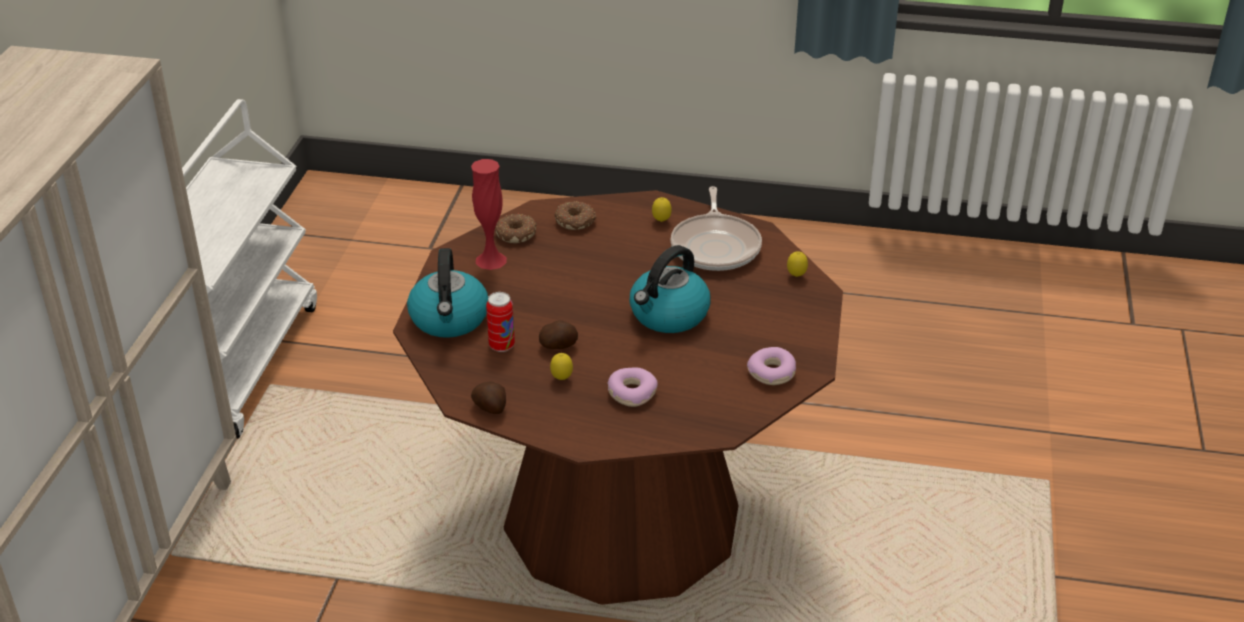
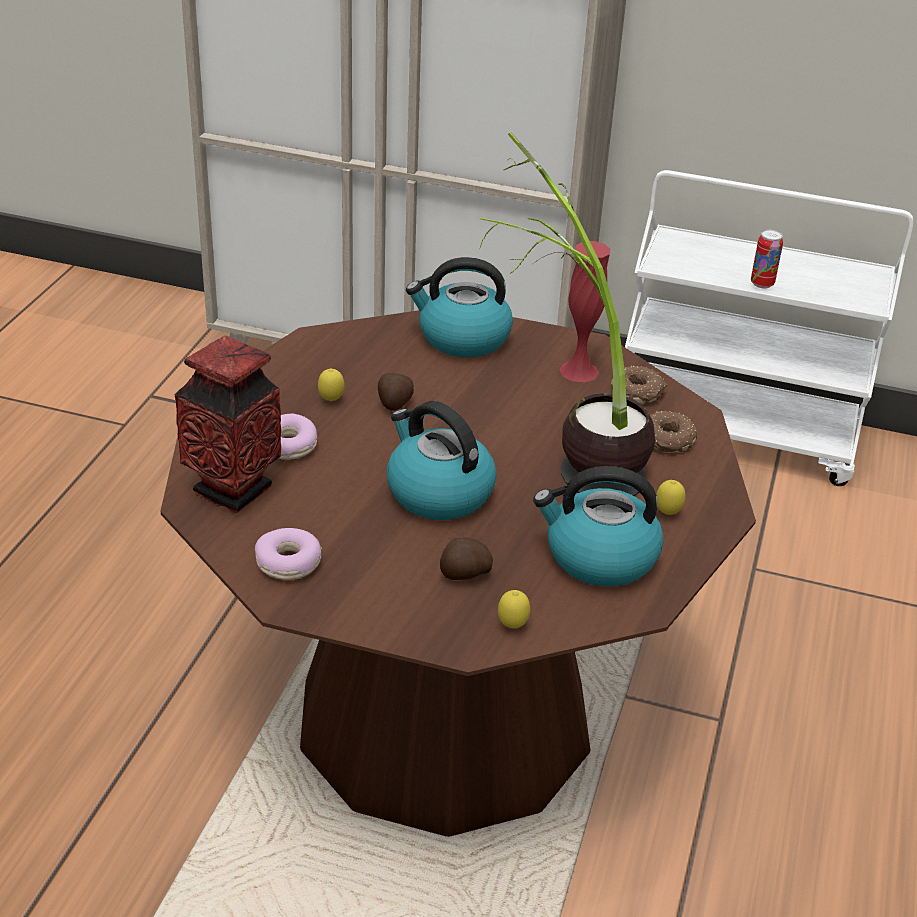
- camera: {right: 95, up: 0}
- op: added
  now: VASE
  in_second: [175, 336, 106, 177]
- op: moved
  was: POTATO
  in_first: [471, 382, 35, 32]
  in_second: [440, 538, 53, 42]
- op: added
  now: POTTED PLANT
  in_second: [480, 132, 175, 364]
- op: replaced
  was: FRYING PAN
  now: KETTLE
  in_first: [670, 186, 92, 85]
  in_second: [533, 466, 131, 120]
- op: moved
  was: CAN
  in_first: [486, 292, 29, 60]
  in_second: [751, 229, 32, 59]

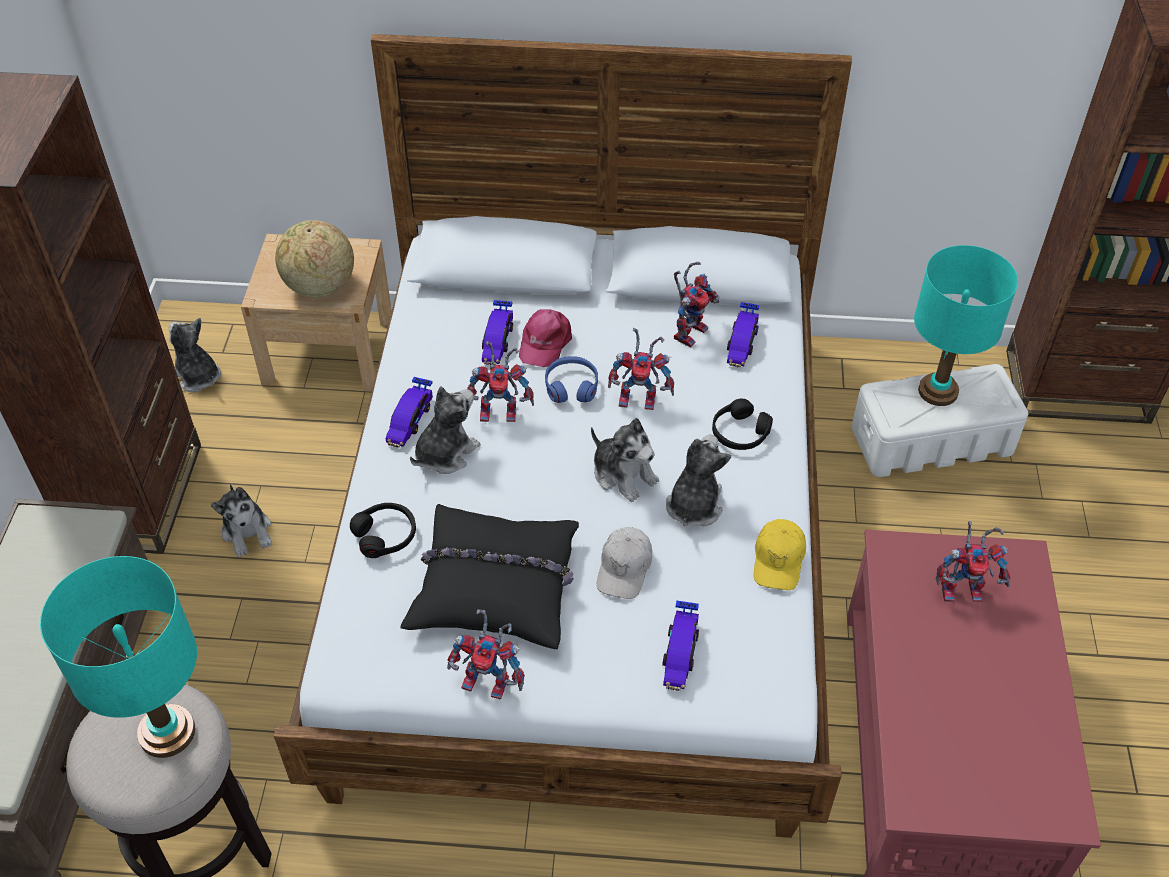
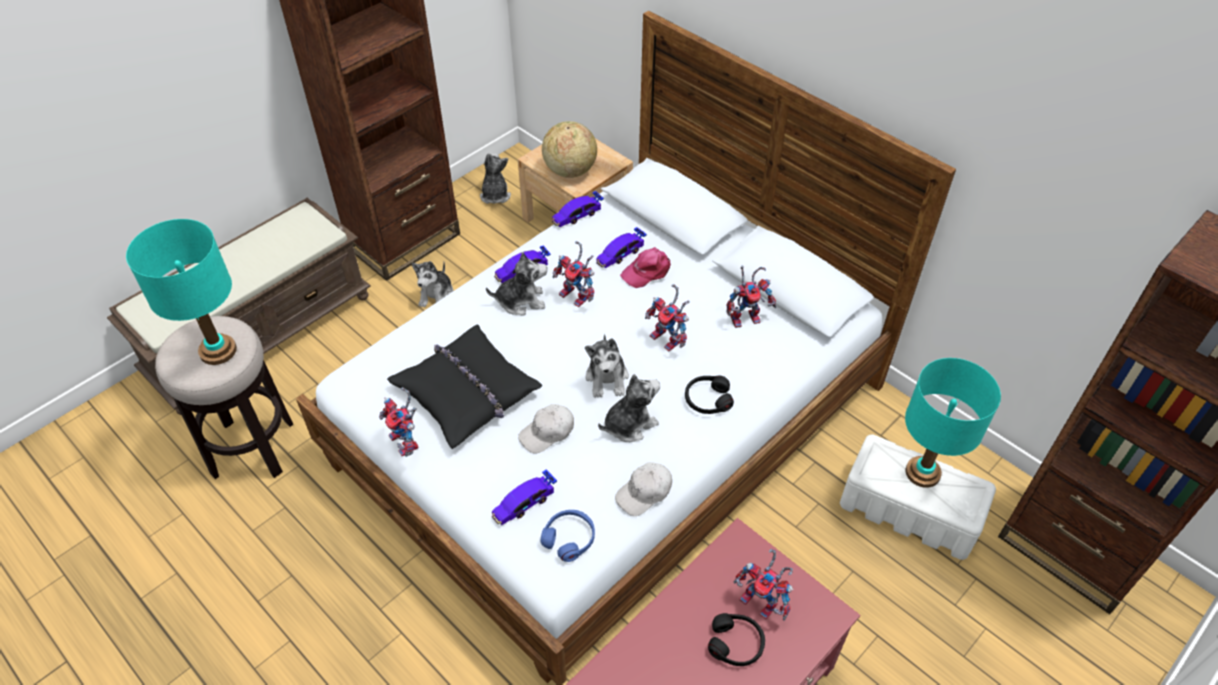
- camera: {right: 40, up: 0}
- op: moved
  was: BLUE HEADPHONES
  in_first: [545, 356, 53, 47]
  in_second: [540, 510, 55, 52]
- op: moved
  was: TOY CAR
  in_first: [727, 302, 32, 66]
  in_second: [552, 191, 52, 36]
- op: recoloured
  was: YELLOW CAP
  now: WHITE CAP
  in_first: [754, 519, 52, 71]
  in_second: [615, 462, 57, 54]
- op: moved
  was: BLACK HEADPHONES
  in_first: [350, 503, 66, 55]
  in_second: [708, 613, 57, 53]

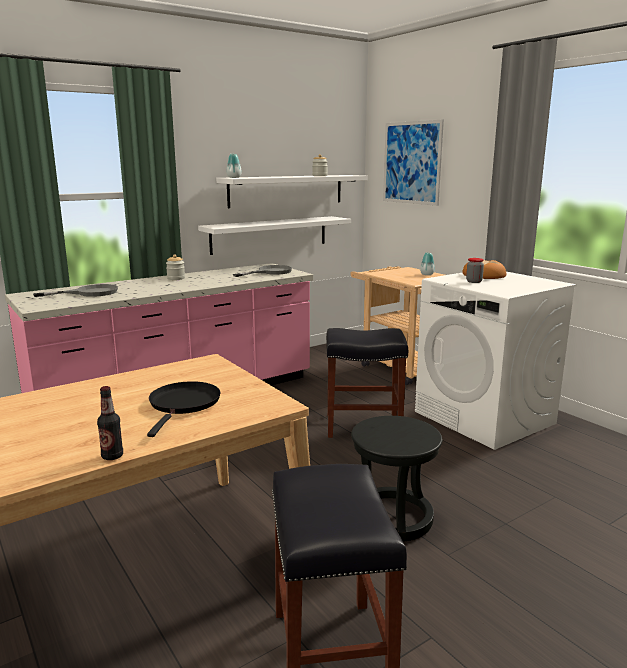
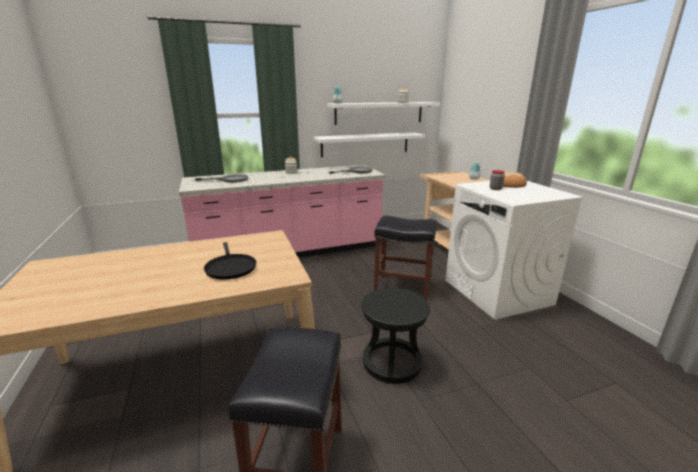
- camera: {right: 15, up: 5}
- op: turned
  was: BLACK FRYING PAN
  in_first: [147, 381, 73, 56]
  in_second: [204, 242, 52, 37]
  clockwise: 135
- op: removed
  was: BOTTLE
  in_first: [97, 386, 26, 74]
- op: removed
  was: PICTURE
  in_first: [383, 119, 61, 87]

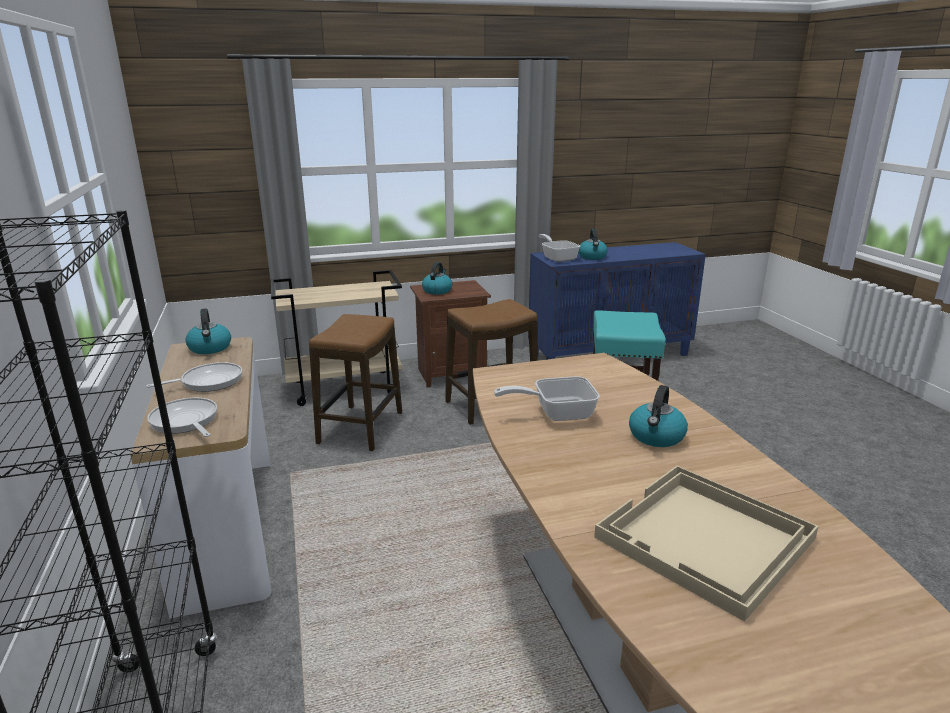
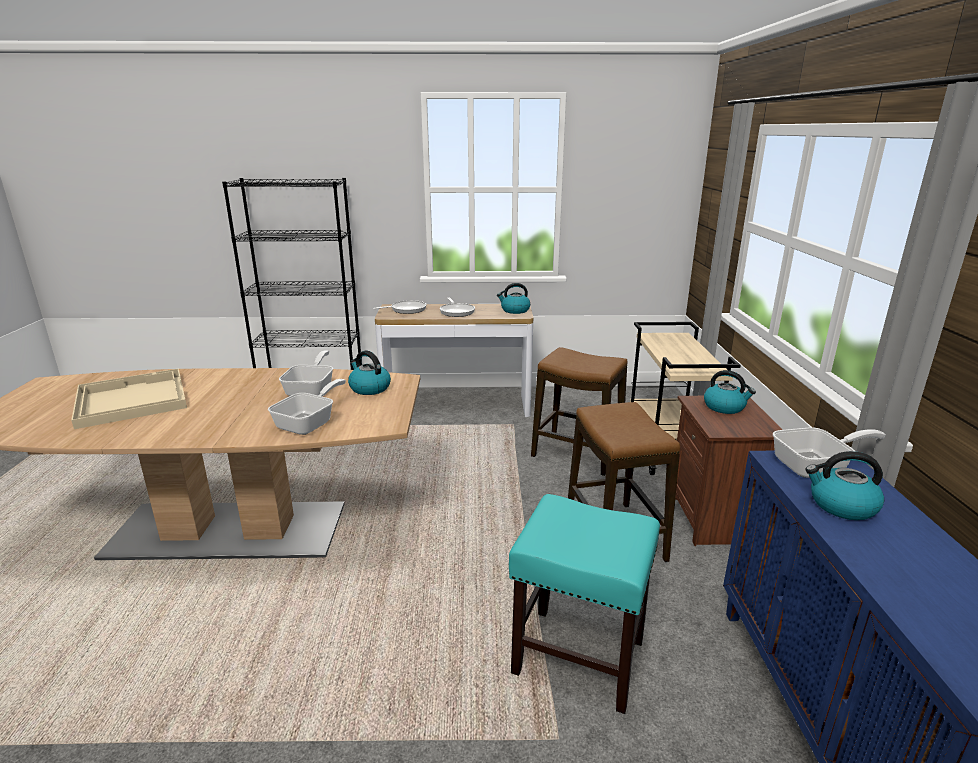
- camera: {right: 105, up: 0}
- op: added
  now: FRYING PAN
  in_second: [268, 379, 78, 56]
- op: moved
  was: KETTLE
  in_first: [629, 385, 59, 62]
  in_second: [348, 351, 43, 44]

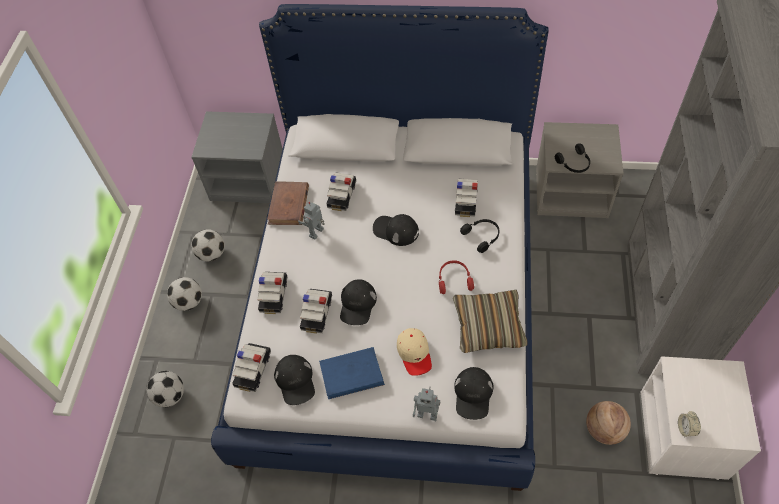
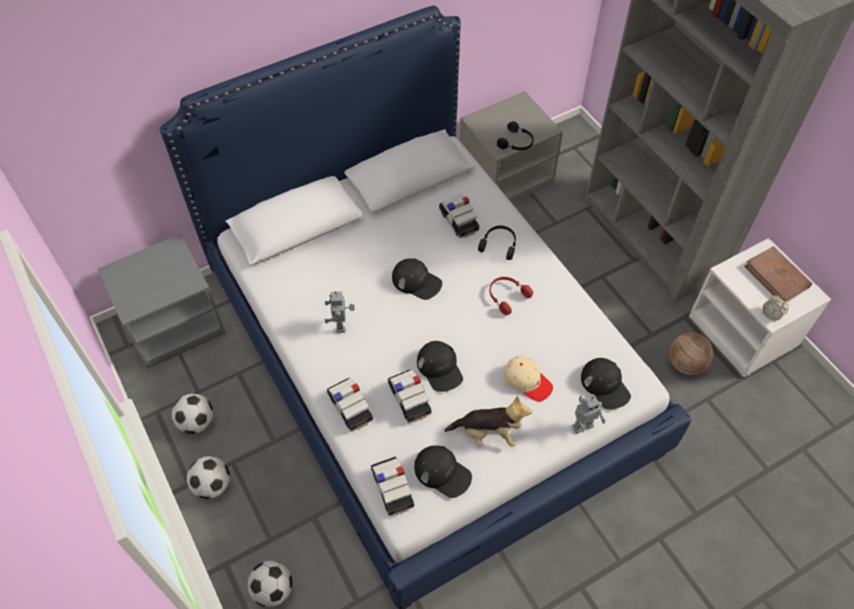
- camera: {right: -40, up: 0}
- op: turned
  was: BLACK CAP
  in_first: [373, 214, 46, 32]
  in_second: [392, 258, 50, 42]
  clockwise: -135
- op: replaced
  was: BLUE BOOK
  now: PLUSH TOY
  in_first: [319, 347, 66, 52]
  in_second: [444, 396, 88, 51]
- op: moved
  was: BROWN BOOK
  in_first: [267, 181, 42, 44]
  in_second: [744, 246, 68, 56]
- op: removed
  was: TOY CAR
  in_first: [326, 173, 30, 38]
- op: removed
  was: PILLOW
  in_first: [453, 290, 75, 63]

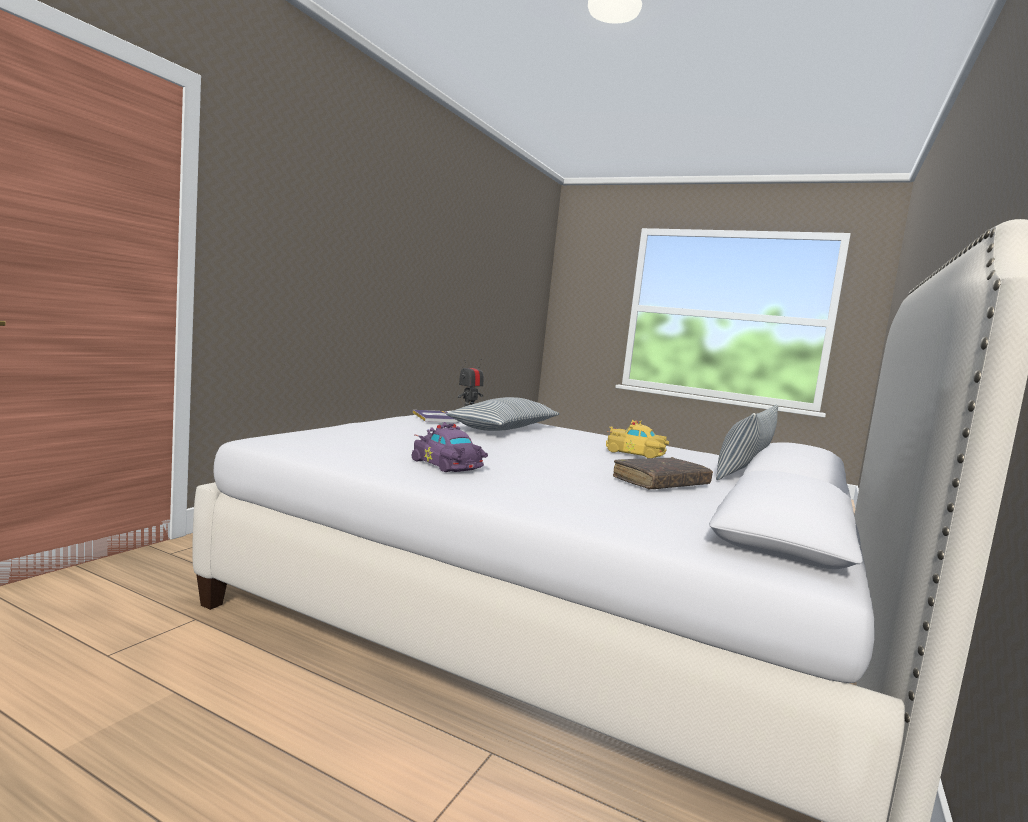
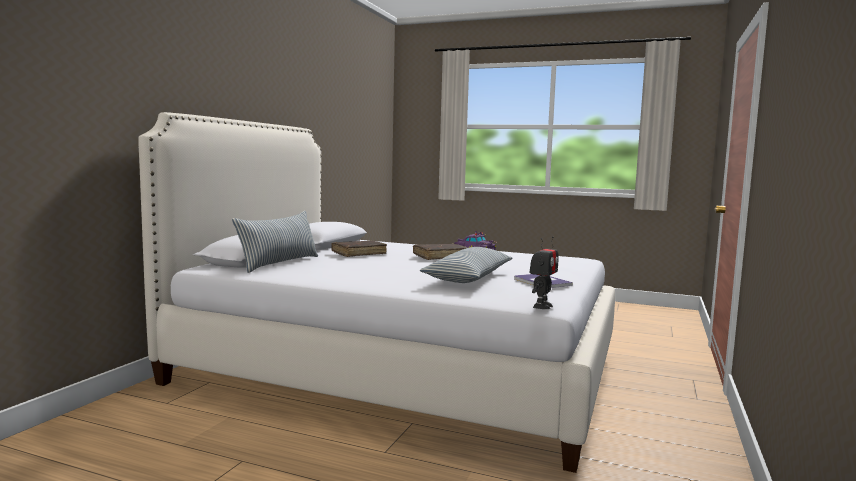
- camera: {right: 175, up: 0}
- op: added
  now: BROWN BOOK
  in_second: [413, 244, 55, 16]
- op: removed
  was: YELLOW TOY CAR
  in_first: [606, 420, 63, 38]

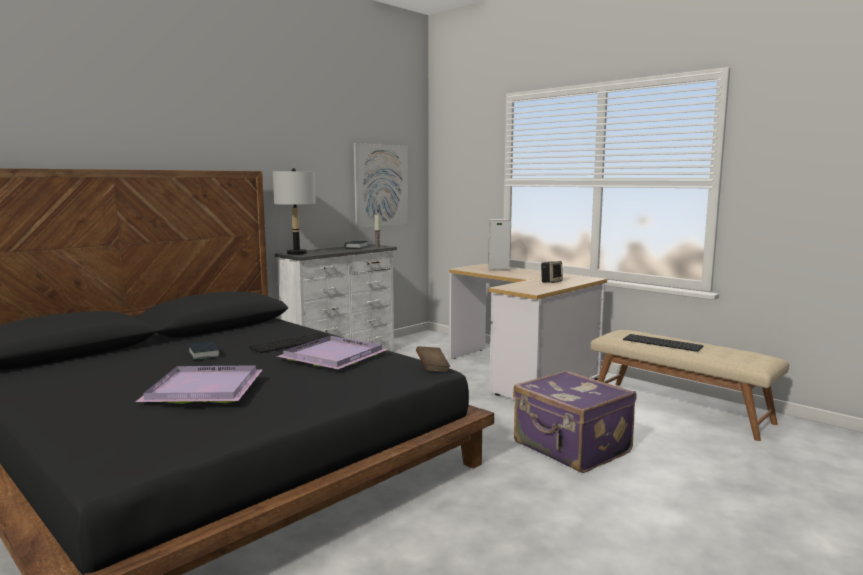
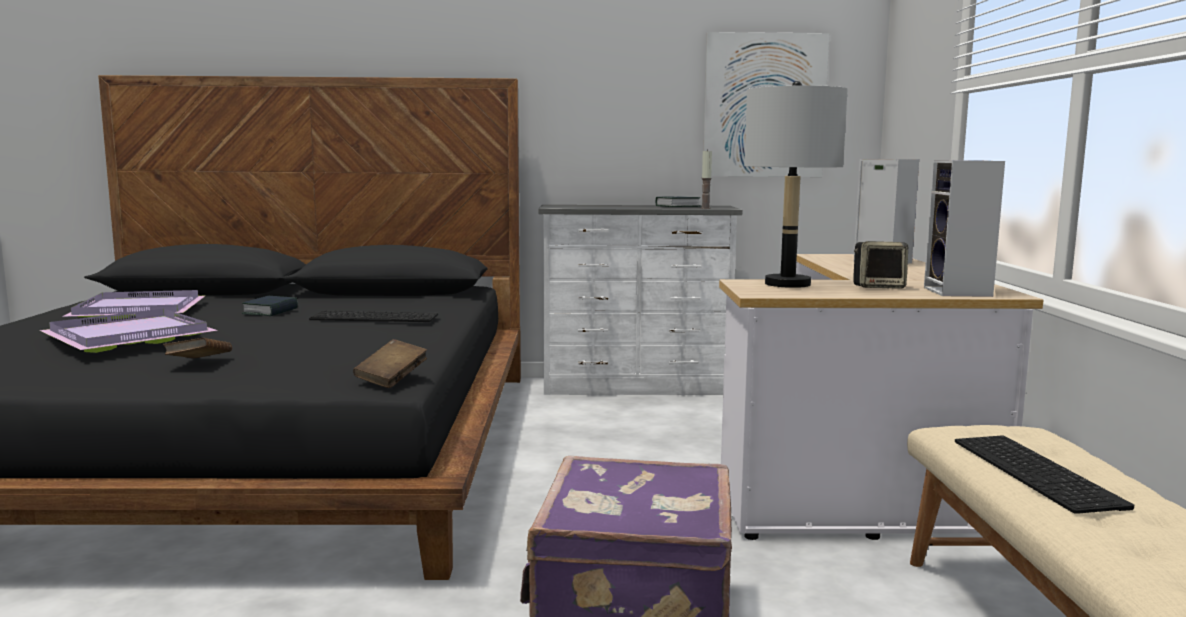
- camera: {right: 45, up: 0}
- op: moved
  was: PURPLE TRAY
  in_first: [277, 336, 111, 33]
  in_second: [62, 290, 143, 29]
- op: added
  now: BROWN BOOK
  in_second: [163, 338, 69, 20]
- op: moved
  was: GREY TABLE LAMP
  in_first: [273, 168, 43, 87]
  in_second: [744, 81, 104, 207]
- op: added
  now: SPEAKER
  in_second: [924, 160, 81, 137]

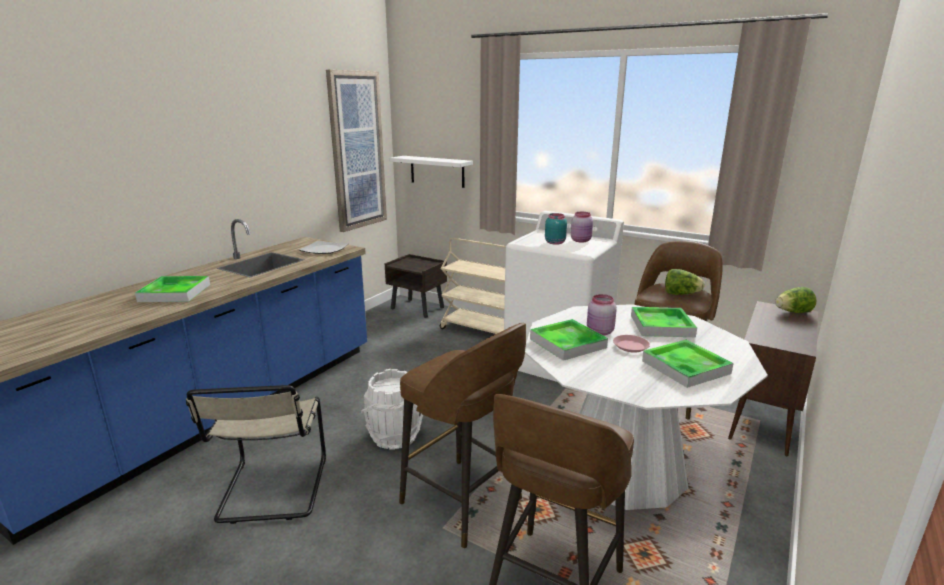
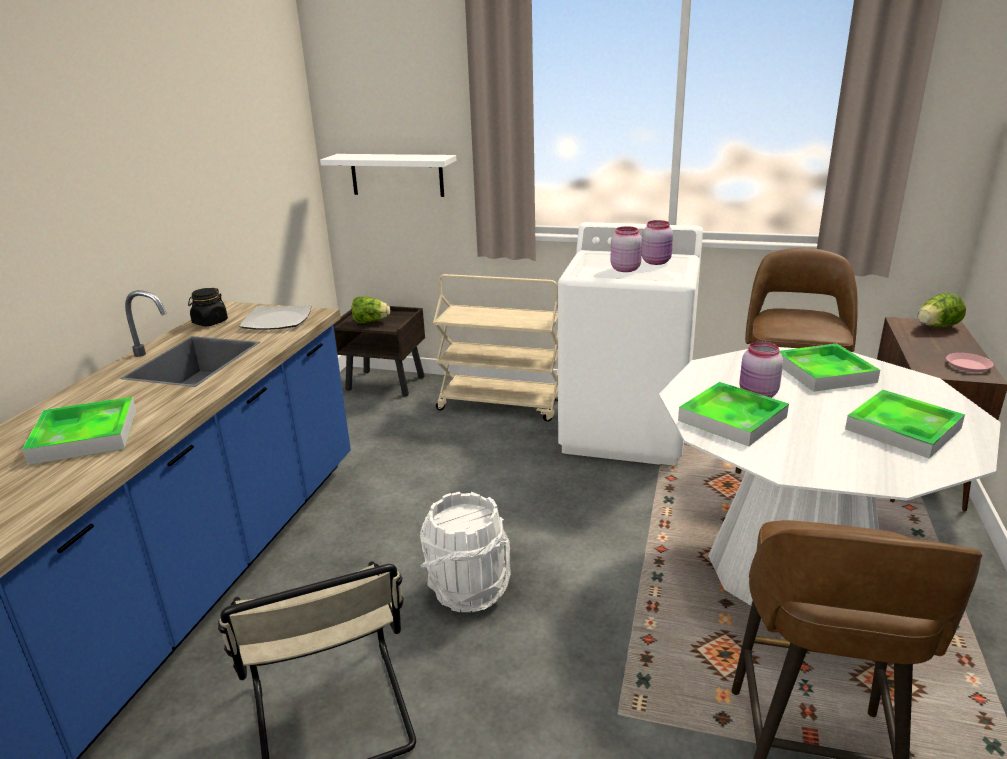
- camera: {right: -15, up: 5}
- op: added
  now: BLACK JAR
  in_second: [188, 288, 40, 38]
- op: moved
  was: LETTUCE
  in_first: [665, 269, 40, 26]
  in_second: [352, 296, 38, 27]
- op: recoloured
  was: TURQUOISE JAR
  now: PINK JAR
  in_first: [545, 213, 22, 32]
  in_second: [610, 226, 32, 46]
- op: moved
  was: PINK PLATE
  in_first: [613, 335, 37, 17]
  in_second: [946, 353, 48, 19]
- op: removed
  was: PICTURE
  in_first: [326, 70, 61, 162]
- op: removed
  was: BROWN STOOL
  in_first: [399, 323, 127, 225]

